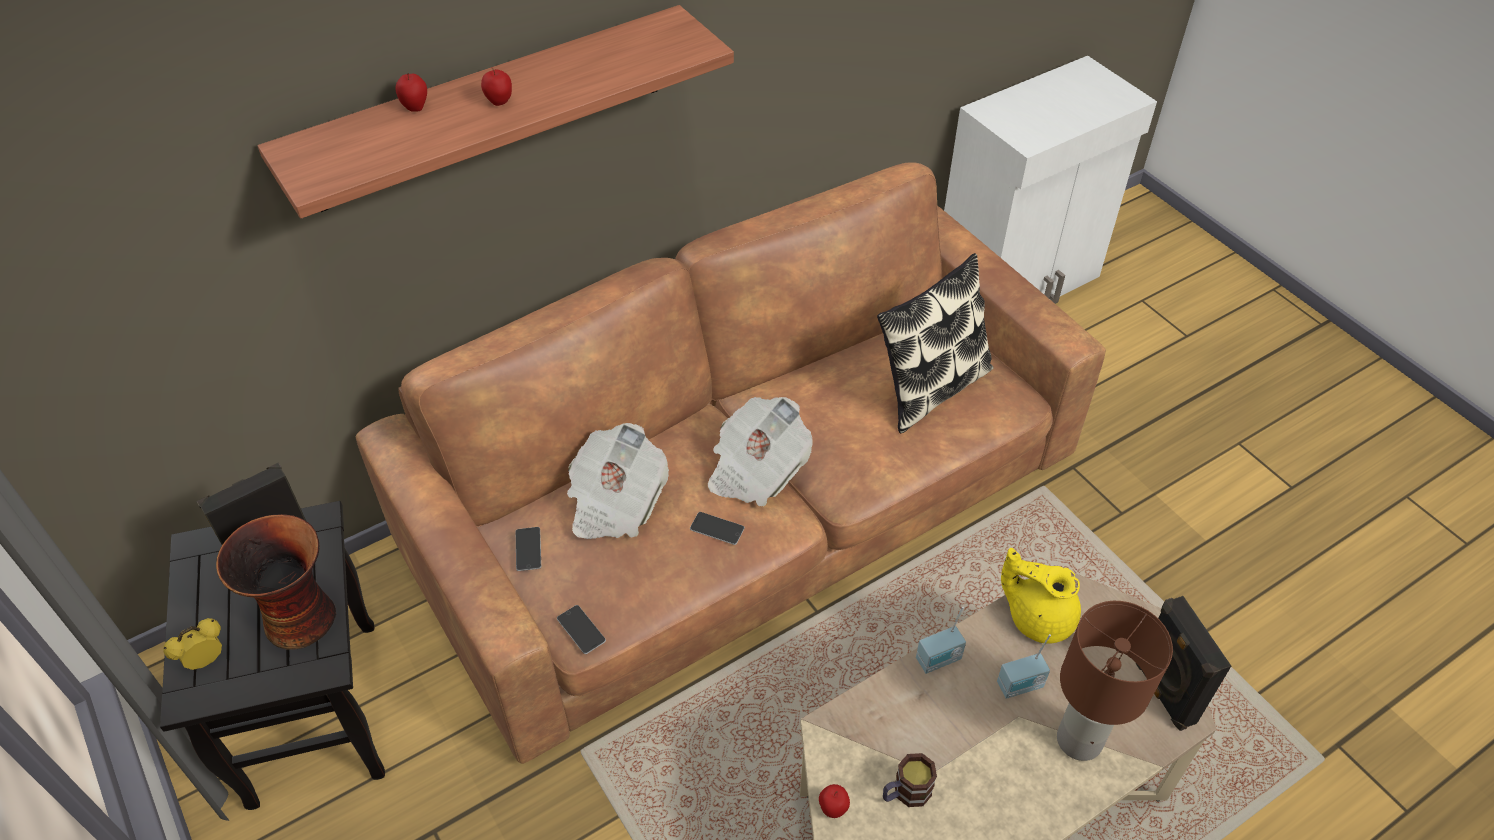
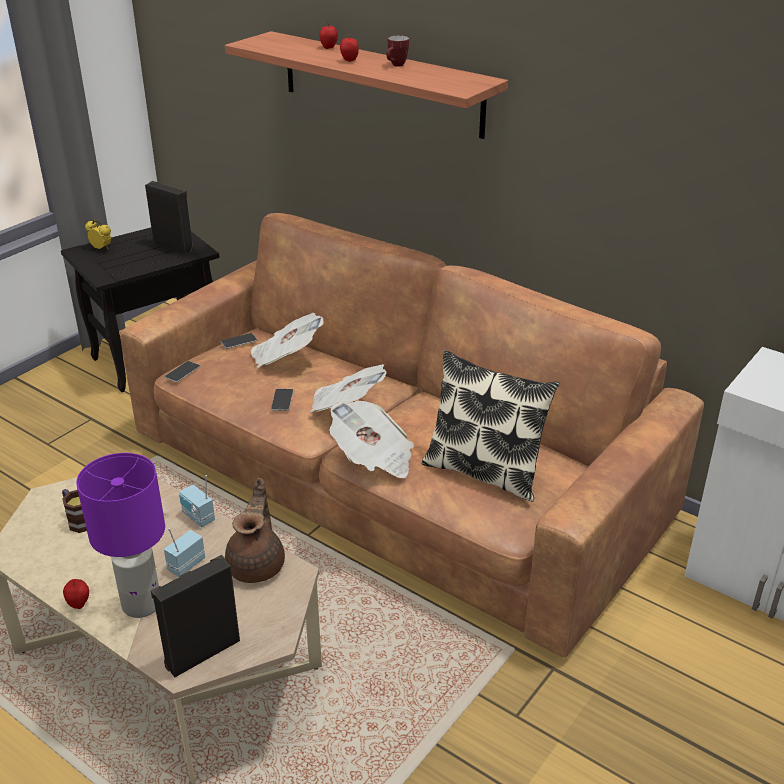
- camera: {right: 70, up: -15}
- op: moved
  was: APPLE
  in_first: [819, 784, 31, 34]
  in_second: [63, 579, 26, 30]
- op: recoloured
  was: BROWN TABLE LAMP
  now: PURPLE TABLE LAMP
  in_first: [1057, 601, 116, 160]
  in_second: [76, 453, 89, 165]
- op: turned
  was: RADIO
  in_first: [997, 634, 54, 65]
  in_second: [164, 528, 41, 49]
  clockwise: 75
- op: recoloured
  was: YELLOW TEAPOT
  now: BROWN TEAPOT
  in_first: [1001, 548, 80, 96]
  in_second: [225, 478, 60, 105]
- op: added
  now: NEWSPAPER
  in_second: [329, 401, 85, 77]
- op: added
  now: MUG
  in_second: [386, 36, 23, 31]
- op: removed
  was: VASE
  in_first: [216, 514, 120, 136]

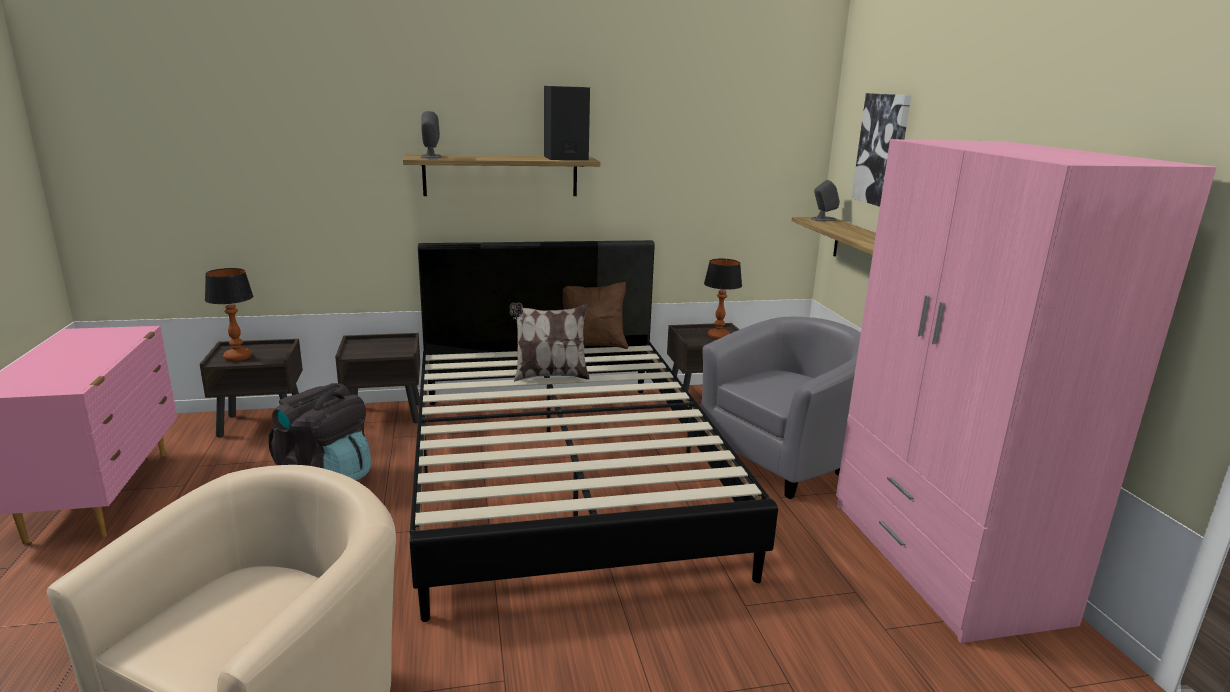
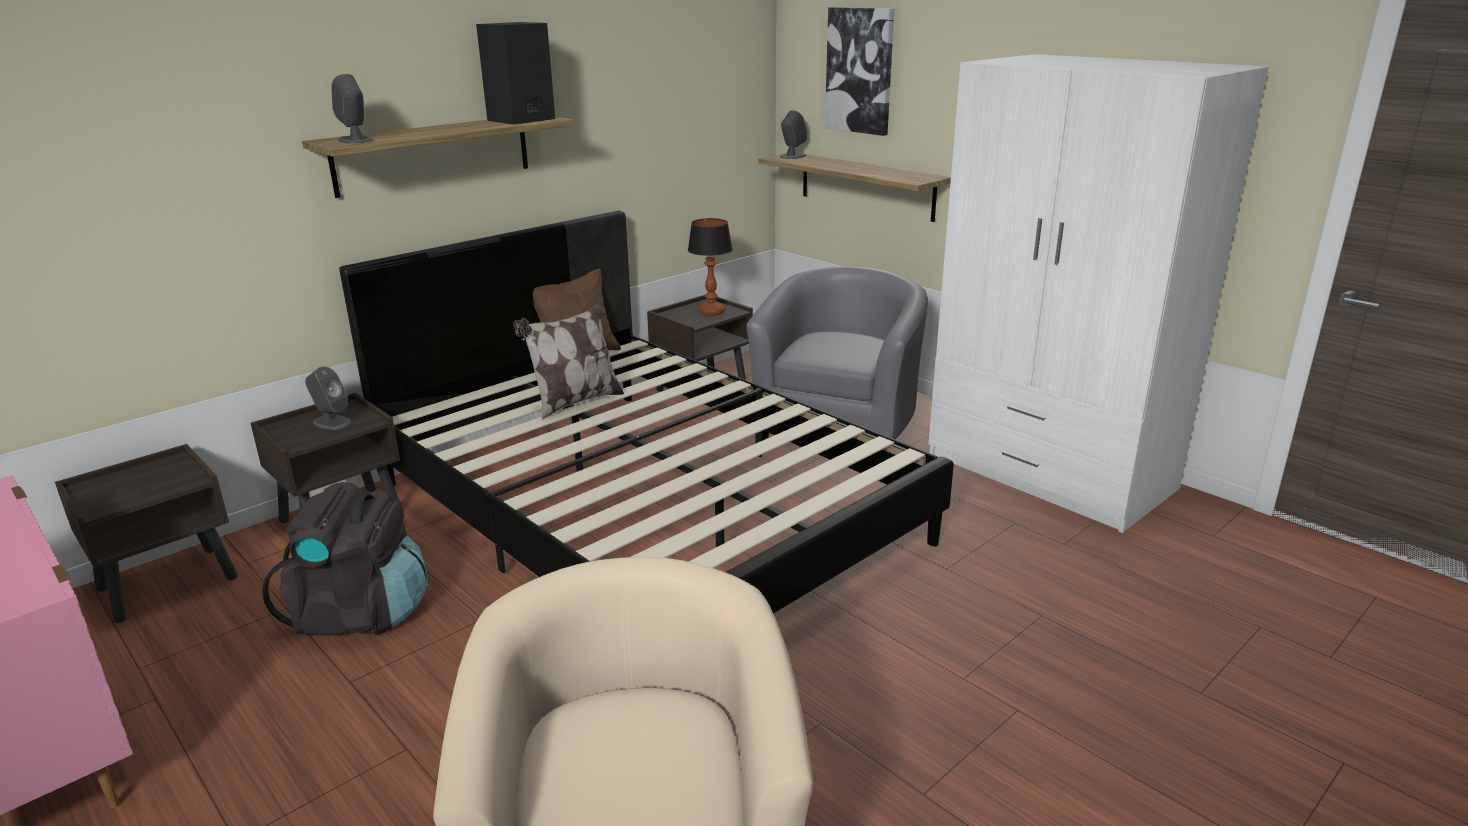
- camera: {right: -30, up: 5}
- op: added
  now: GREY SPEAKER
  in_second: [305, 366, 46, 64]
- op: recoloured
  was: PINK WARDROBE
  now: WHITE WARDROBE
  in_first: [836, 139, 381, 504]
  in_second: [928, 54, 341, 479]
- op: removed
  was: TABLE LAMP
  in_first: [205, 268, 48, 93]

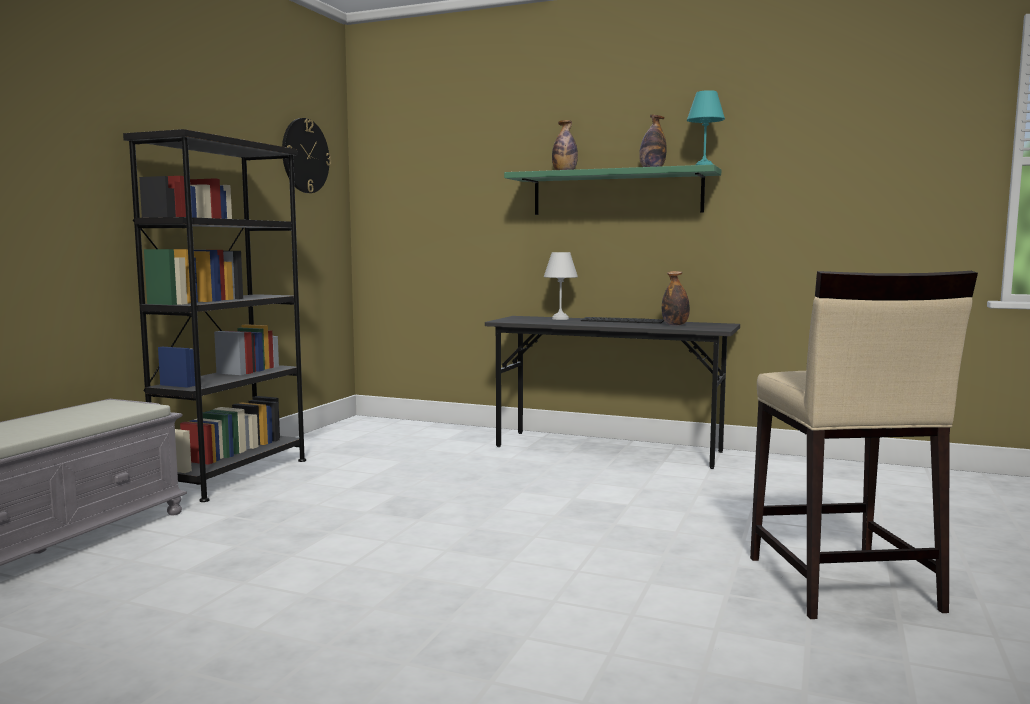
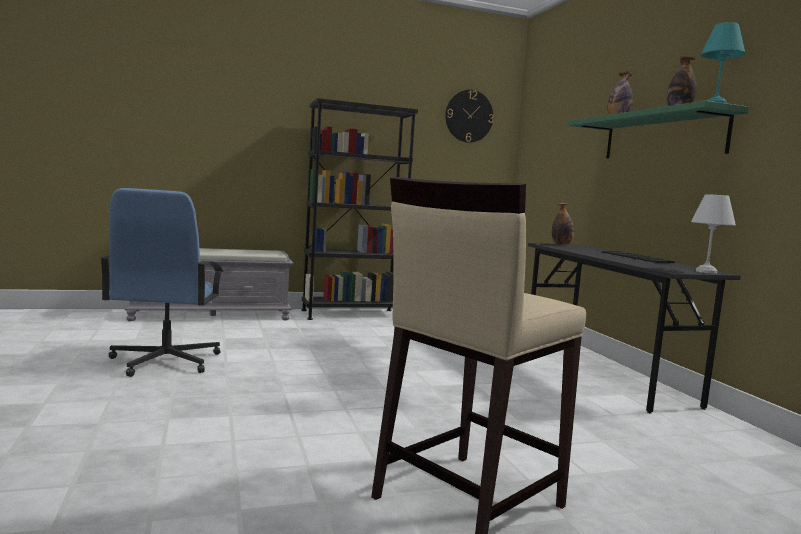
- camera: {right: 50, up: 0}
- op: added
  now: BLUE OFFICE CHAIR
  in_second: [99, 188, 124, 189]
- op: moved
  was: BOTTLE
  in_first: [662, 271, 28, 55]
  in_second: [552, 203, 22, 42]
- op: moved
  was: WHITE TABLE LAMP
  in_first: [544, 252, 34, 68]
  in_second: [691, 194, 45, 80]

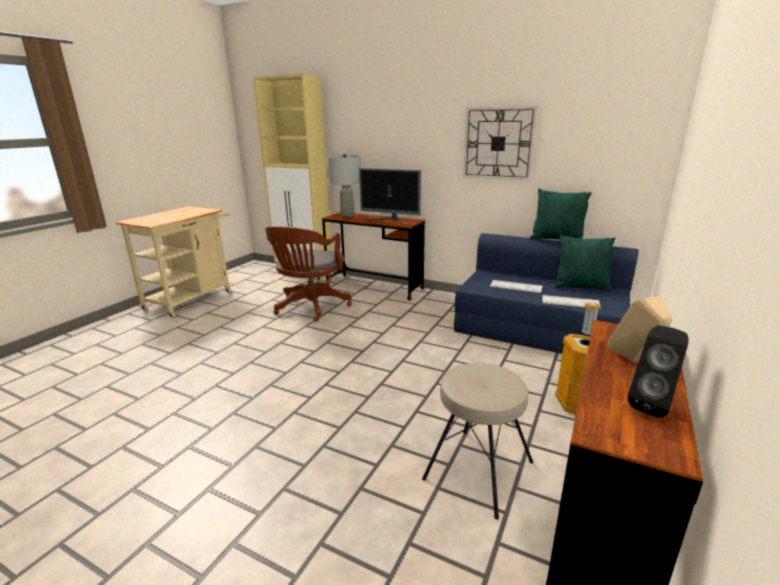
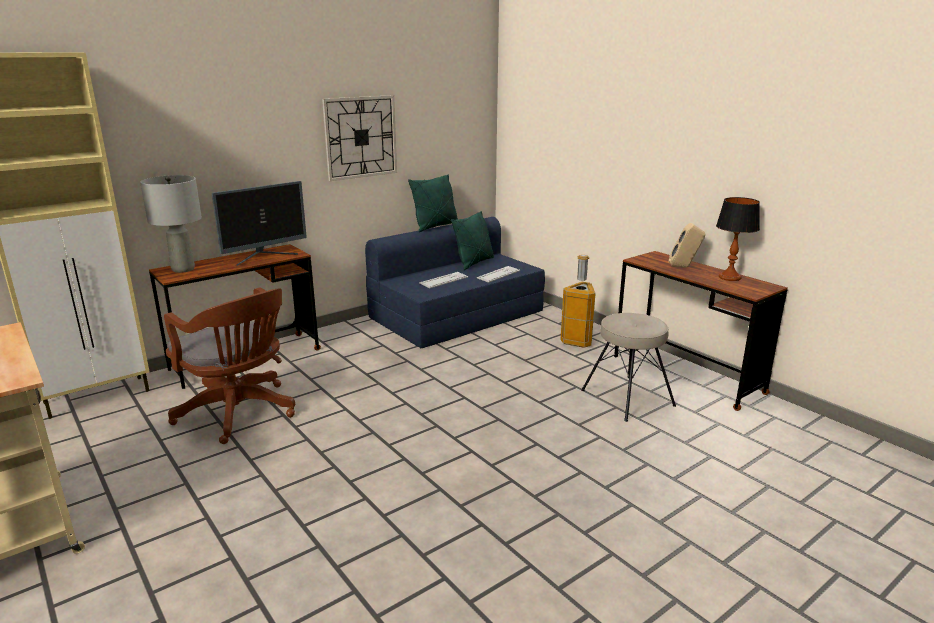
- camera: {right: -65, up: 0}
- op: replaced
  was: BLACK SPEAKER
  now: TABLE LAMP
  in_first: [628, 325, 61, 93]
  in_second: [716, 197, 44, 84]

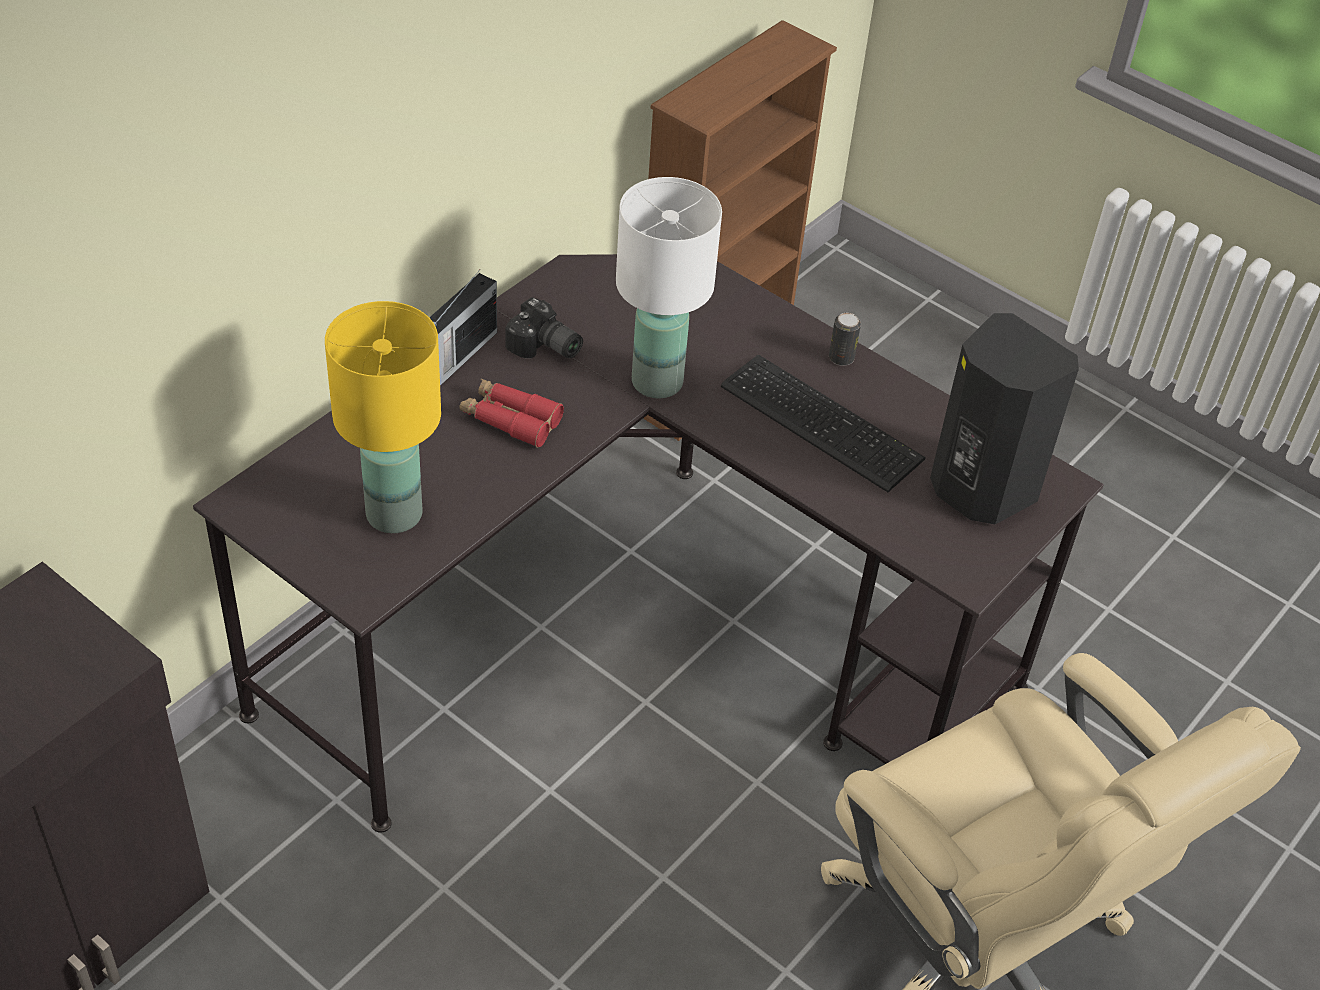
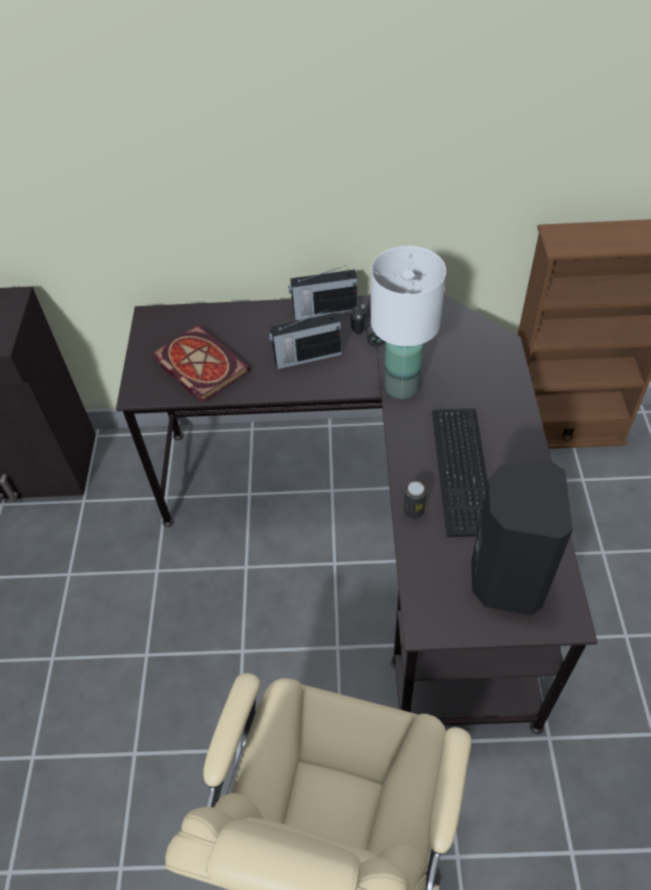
- camera: {right: 55, up: 5}
- op: replaced
  was: YELLOW TABLE LAMP
  now: BOOK
  in_first: [325, 301, 116, 232]
  in_second: [152, 325, 98, 78]
- op: replaced
  was: RED BINOCULARS
  now: RADIO
  in_first: [459, 379, 105, 68]
  in_second: [269, 309, 73, 60]
- op: moved
  was: CAN
  in_first: [829, 313, 32, 53]
  in_second: [404, 481, 22, 38]

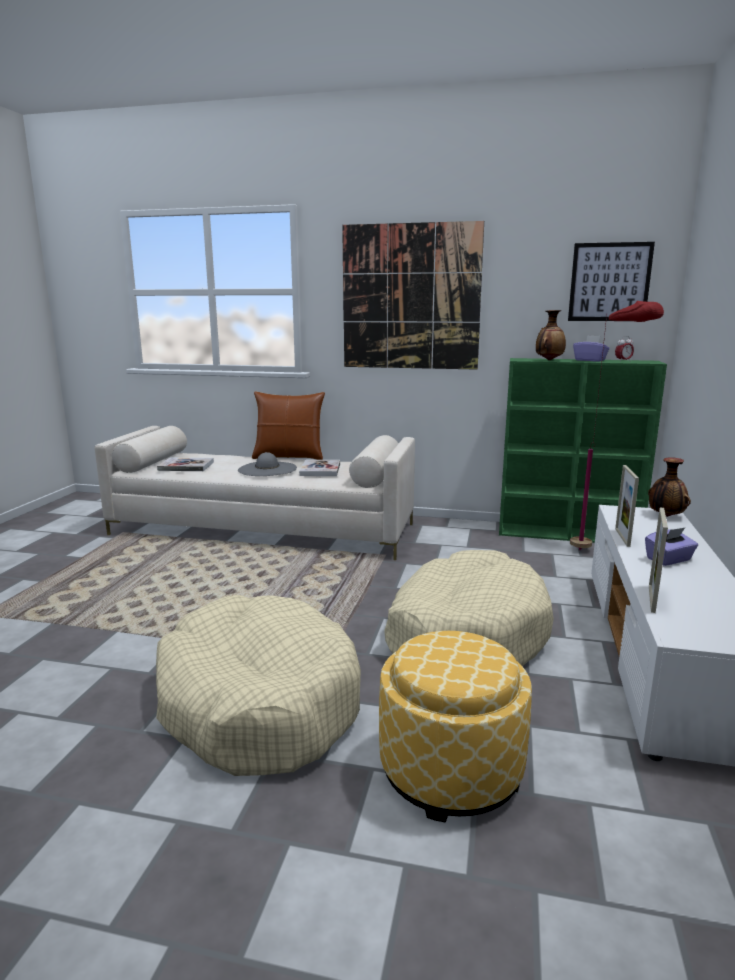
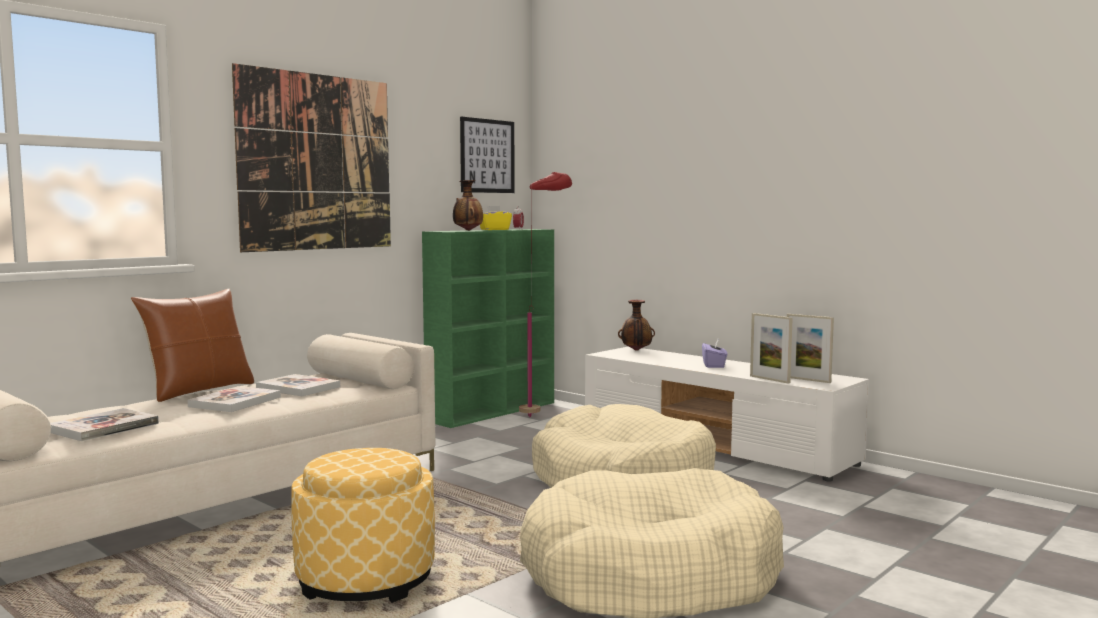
- camera: {right: -60, up: -10}
- op: replaced
  was: GREY HAT
  now: BOOK
  in_first: [238, 452, 59, 24]
  in_second: [187, 386, 94, 26]
- op: moved
  was: OTTOMAN
  in_first: [379, 631, 153, 192]
  in_second: [291, 448, 144, 155]
- op: recoloured
  was: PURPLE TISSUE BOX
  now: YELLOW TISSUE BOX
  in_first: [573, 335, 36, 27]
  in_second: [480, 206, 32, 24]
- op: moved
  was: PICTURE FRAME
  in_first: [615, 465, 24, 82]
  in_second: [787, 314, 47, 69]

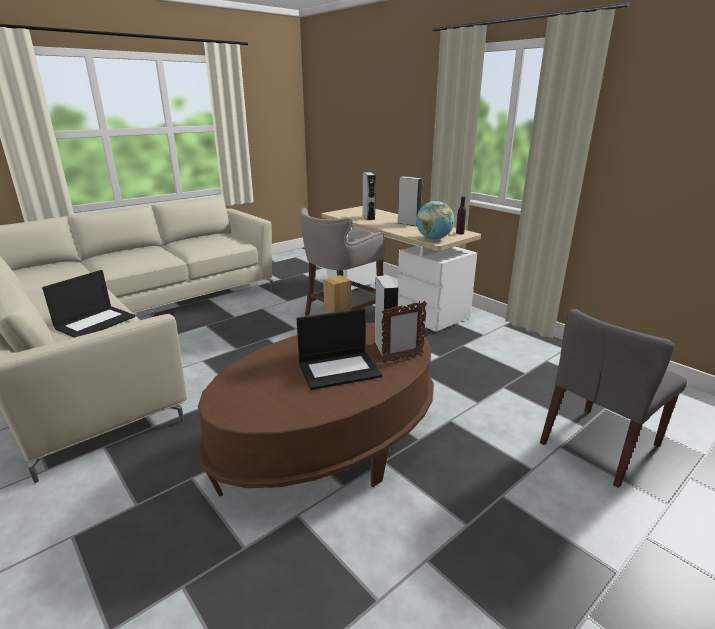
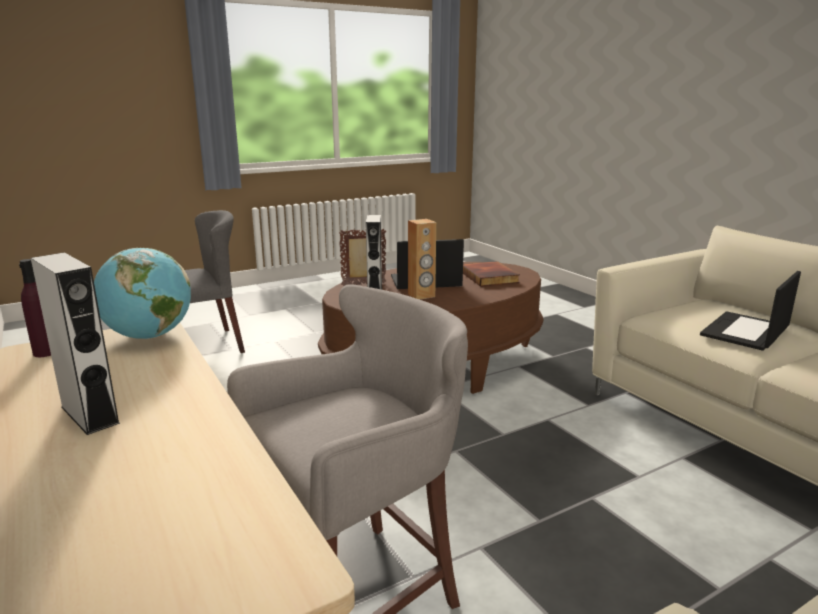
- camera: {right: -170, up: -5}
- op: added
  now: BOOK
  in_second: [463, 261, 57, 26]
- op: removed
  was: GREY SPEAKER
  in_first: [363, 172, 13, 48]

